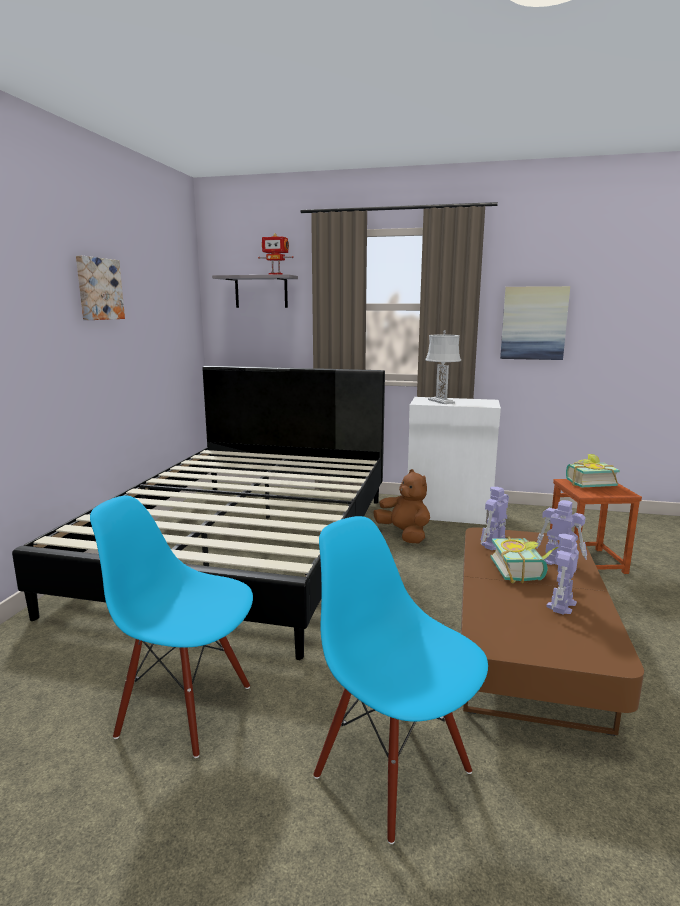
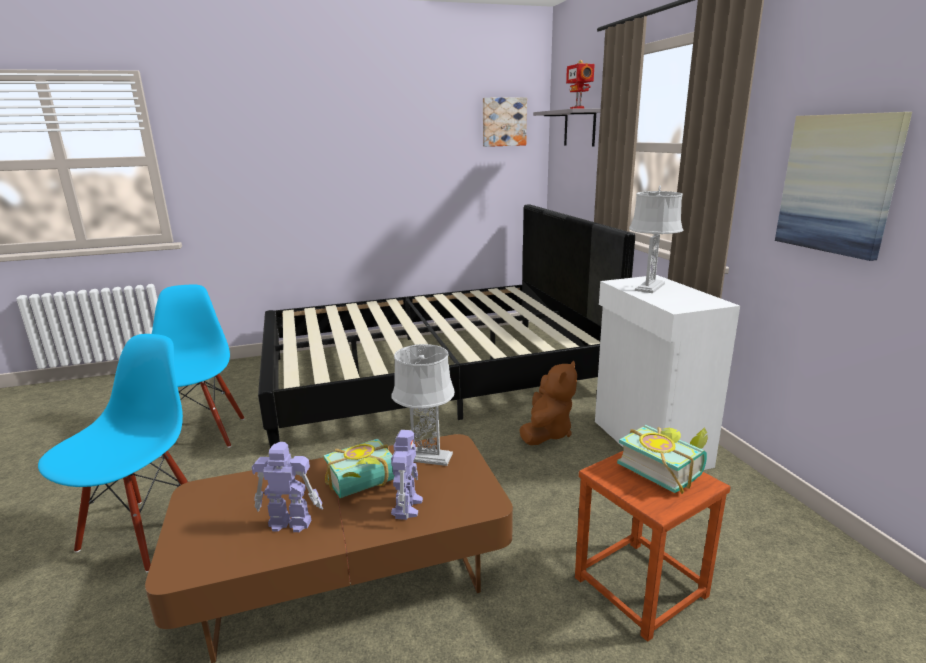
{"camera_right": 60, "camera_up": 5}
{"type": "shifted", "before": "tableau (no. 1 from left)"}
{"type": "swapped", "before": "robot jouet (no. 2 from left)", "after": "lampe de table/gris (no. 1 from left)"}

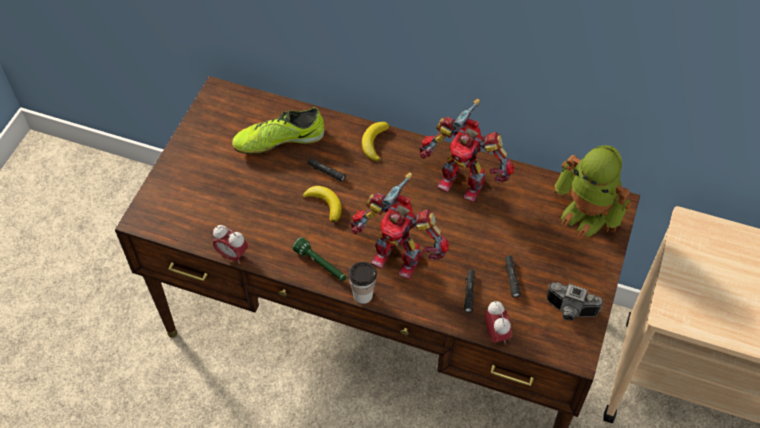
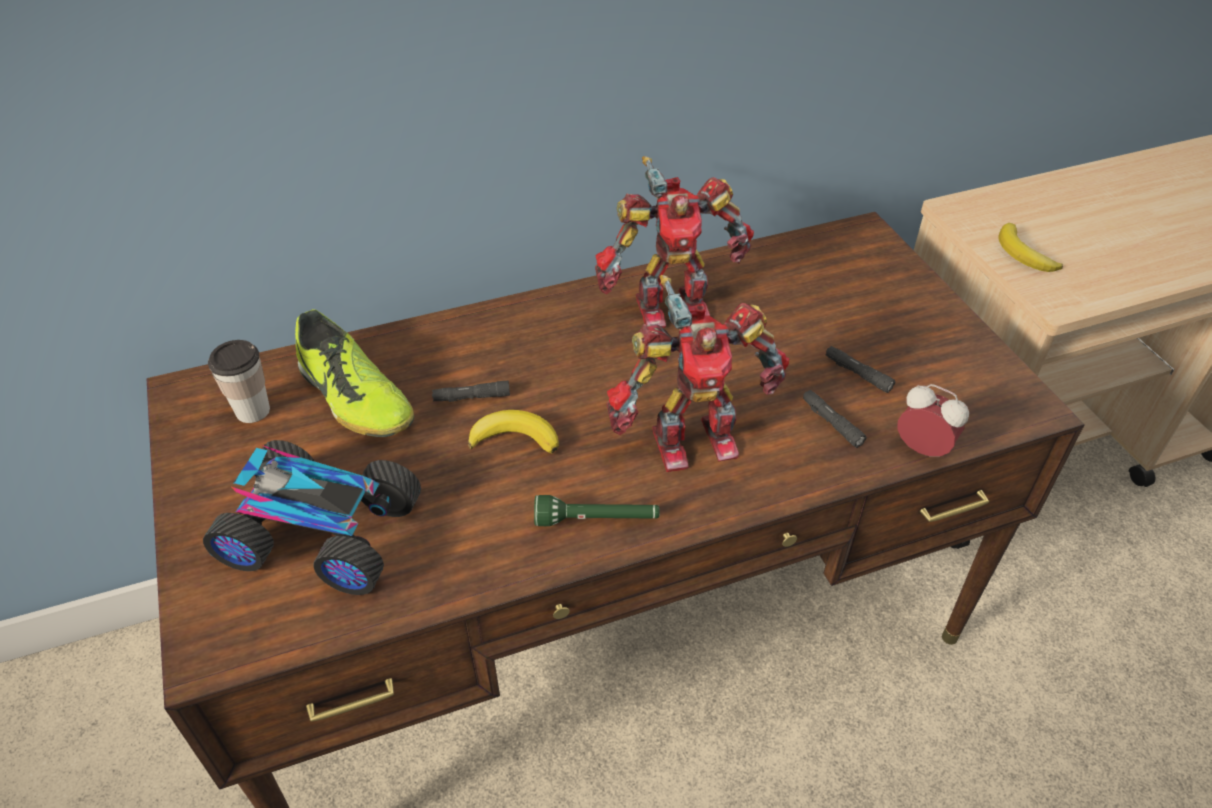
{"camera_right": -40, "camera_up": -10}
{"type": "gone", "before": "réveil (no. 1 from left)"}
{"type": "rotated", "before": "chaussure", "turn": -75}
{"type": "shifted", "before": "tasse"}
{"type": "shifted", "before": "banane (no. 2 from left)"}
{"type": "gone", "before": "appareil photo"}
{"type": "gone", "before": "robot jouet (no. 3 from left)"}
{"type": "new", "after": "petite voiture"}

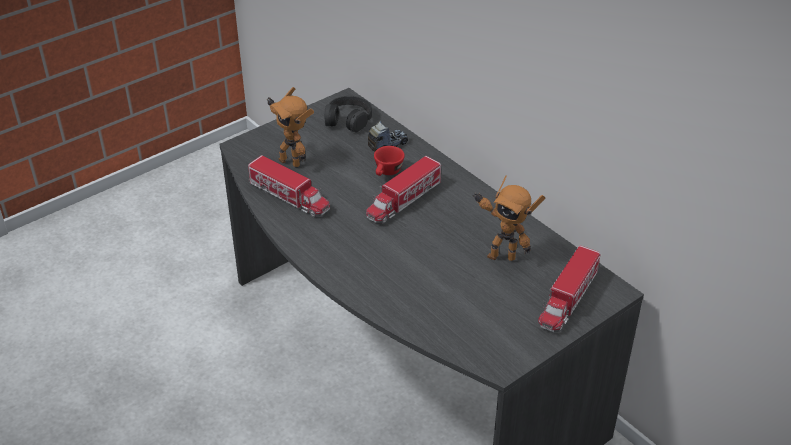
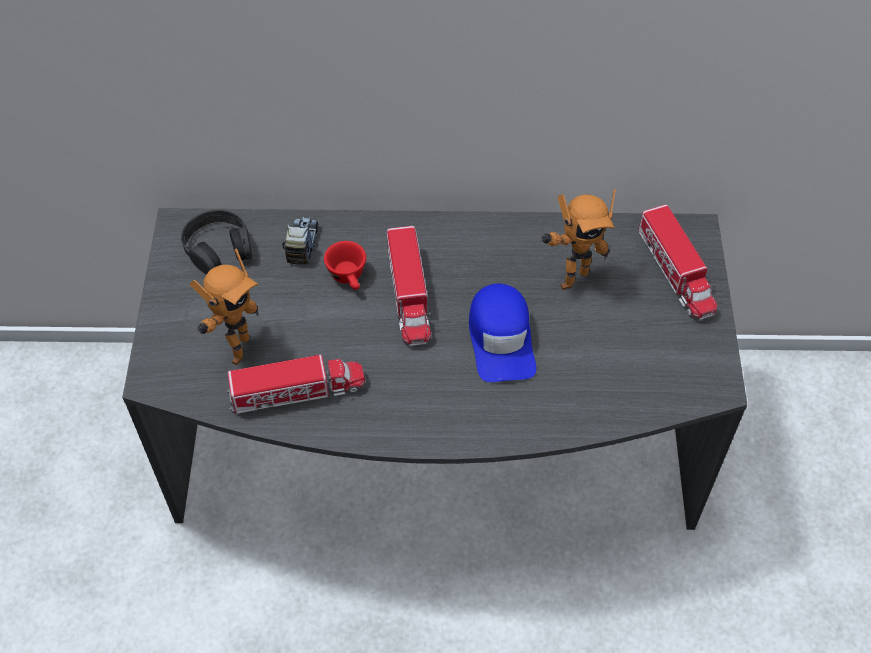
{"camera_right": -50, "camera_up": 15}
{"type": "rotated", "before": "robot jouet (no. 1 from left)", "turn": -60}
{"type": "new", "after": "casquette/bleu"}

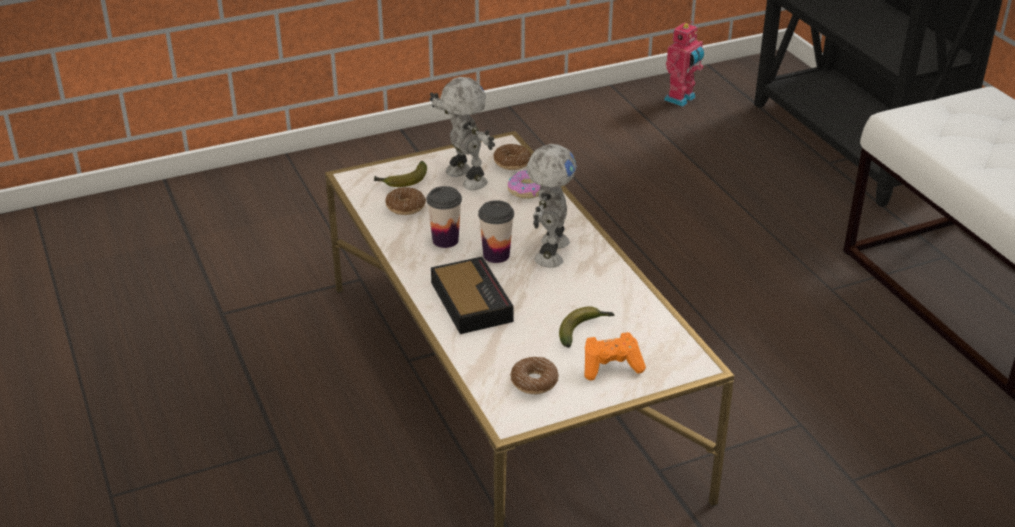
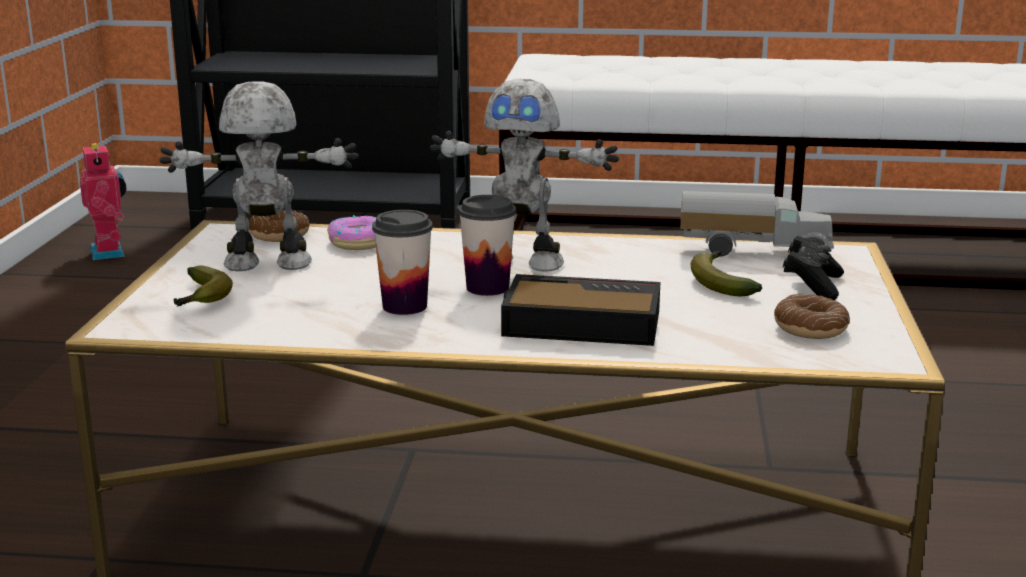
{"camera_right": -60, "camera_up": -15}
{"type": "gone", "before": "beignet (no. 1 from left)"}
{"type": "rotated", "before": "robot jouet (no. 2 from left in the first image)", "turn": 150}
{"type": "repainted", "before": "manette/orange", "after": "manette/noir"}
{"type": "new", "after": "camion jouet"}

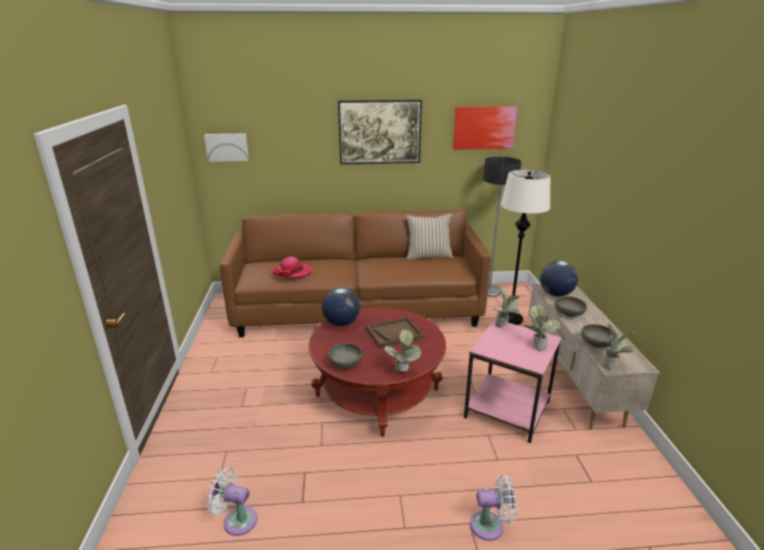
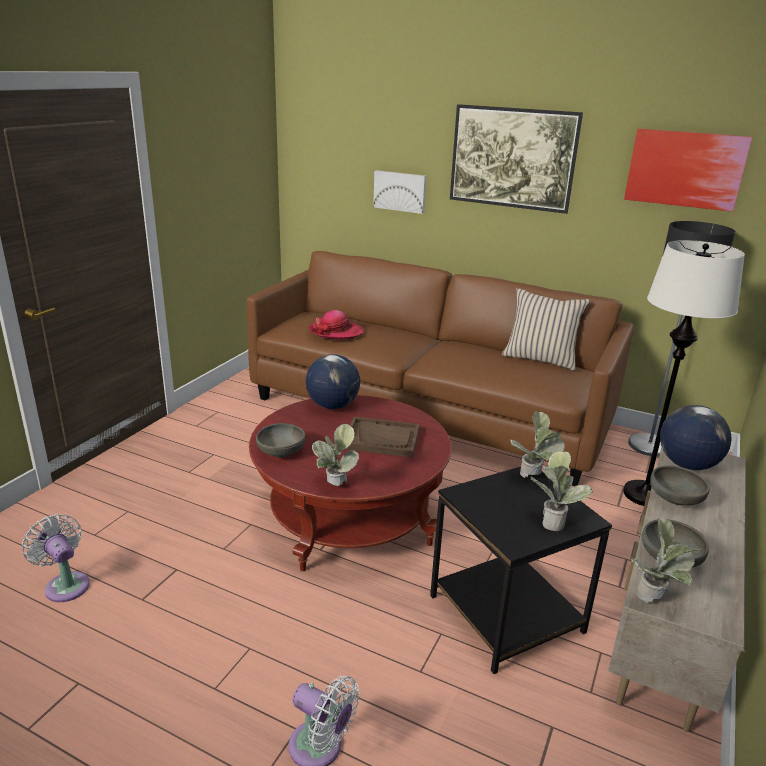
{"camera_right": 30, "camera_up": 0}
{"type": "shifted", "before": "tableau (no. 1 from left)"}
{"type": "repainted", "before": "table d'appoint/rose", "after": "table d'appoint/noir"}

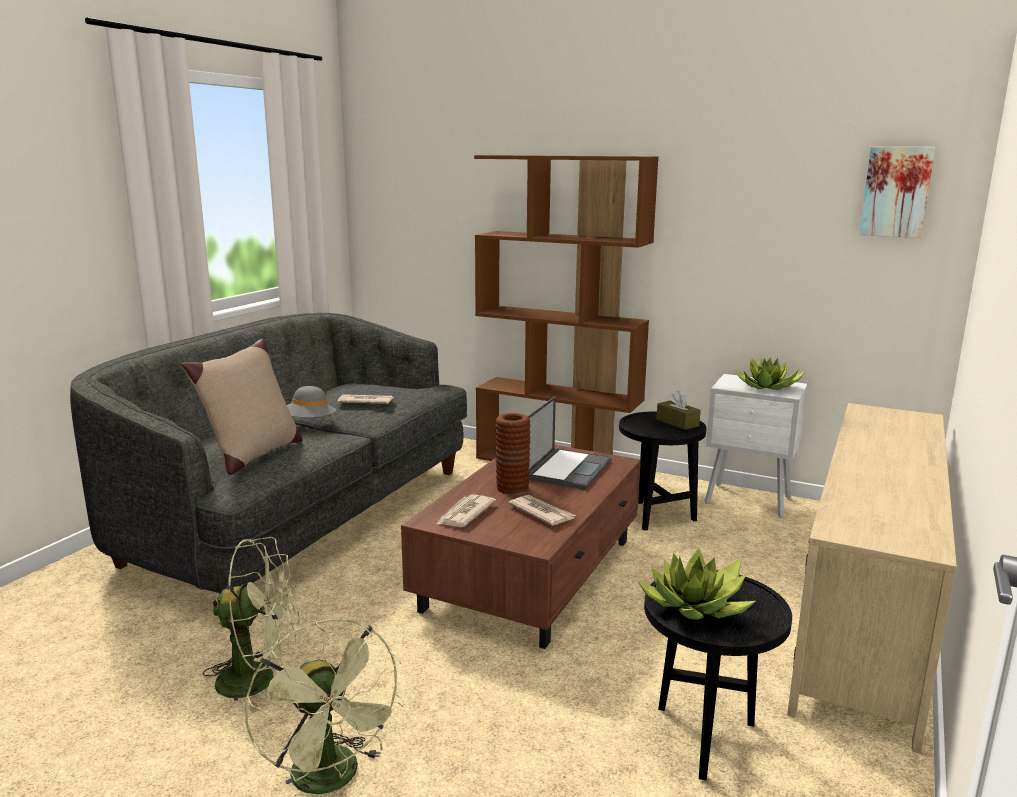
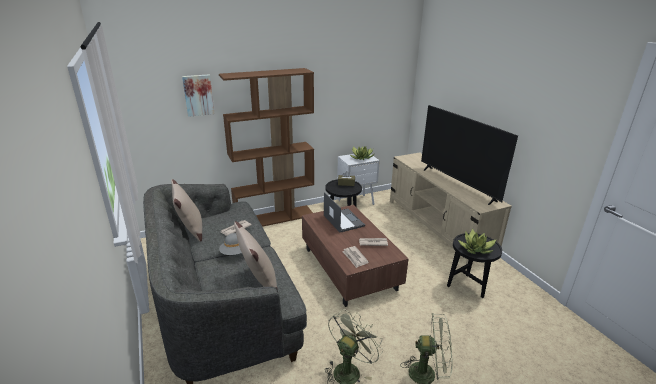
{"camera_right": -50, "camera_up": 10}
{"type": "gone", "before": "vase/marron"}
{"type": "shifted", "before": "tableau"}
{"type": "new", "after": "coussin/beige (no. 1 from left)"}
{"type": "new", "after": "téléviseur"}

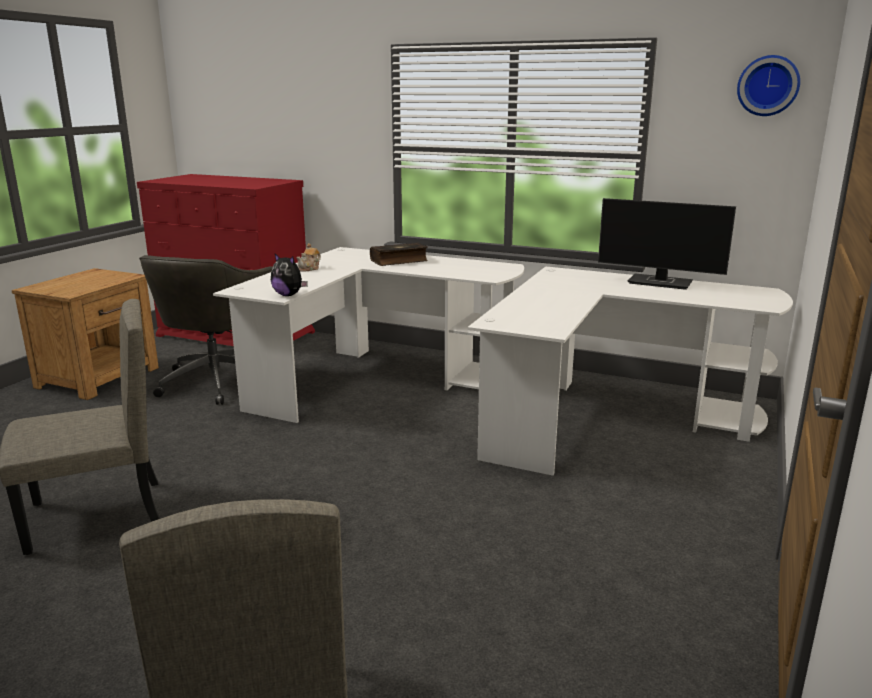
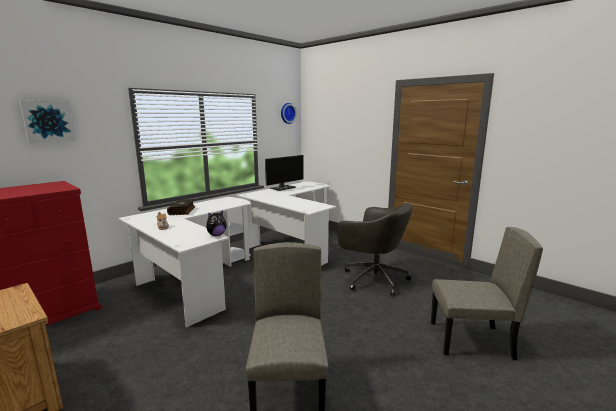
{"camera_right": -70, "camera_up": -5}
{"type": "shifted", "before": "chaise de bureau/gris"}
{"type": "new", "after": "tableau"}

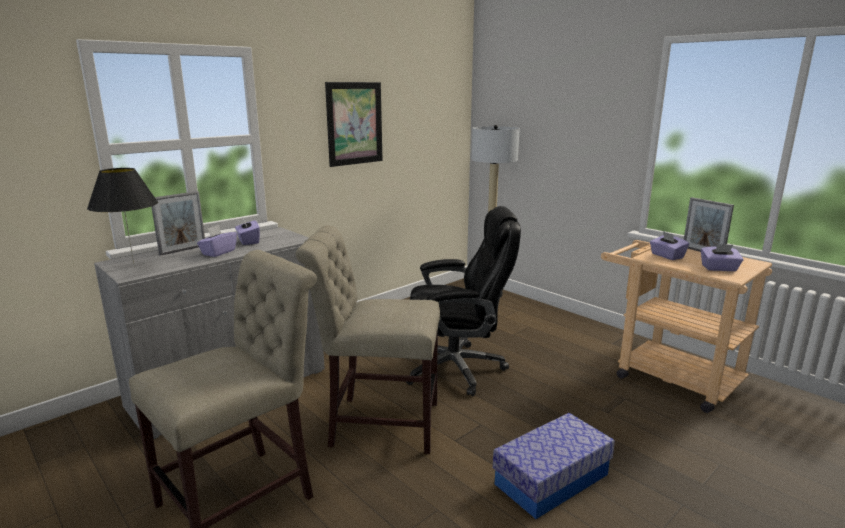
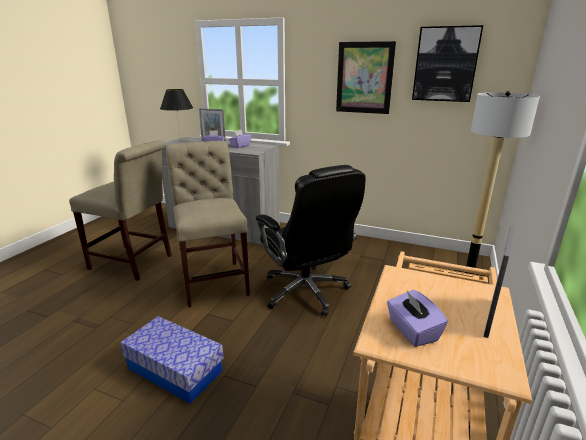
{"camera_right": 65, "camera_up": 5}
{"type": "gone", "before": "boîte à mouchoirs/violet (no. 3 from left)"}
{"type": "new", "after": "tableau (no. 2 from left)"}

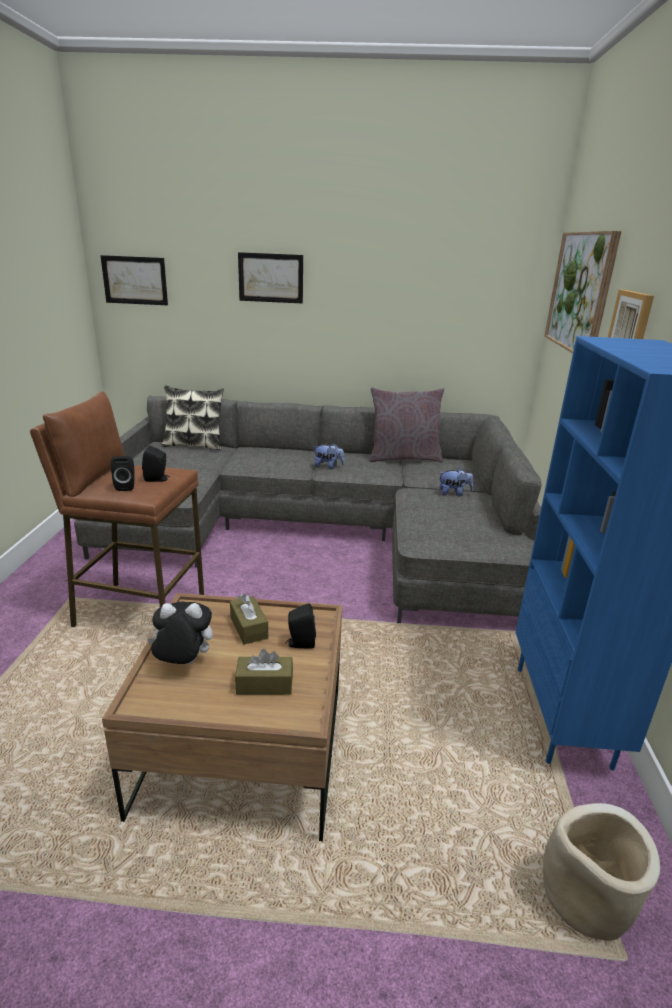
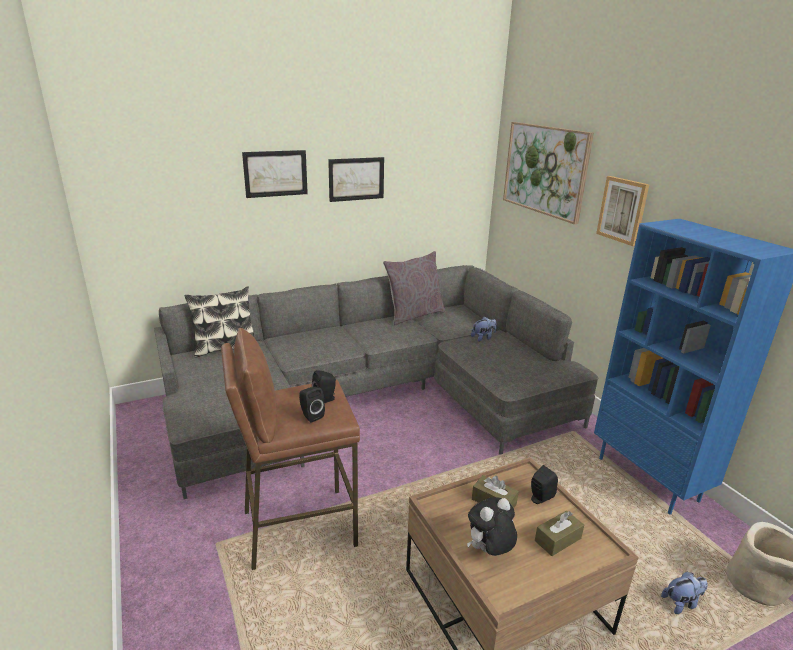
{"camera_right": -30, "camera_up": 0}
{"type": "shifted", "before": "tableau (no. 1 from left in the first image)", "after": "tableau (no. 2 from left)"}
{"type": "shifted", "before": "peluche (no. 2 from left in the first image)", "after": "peluche (no. 3 from left)"}

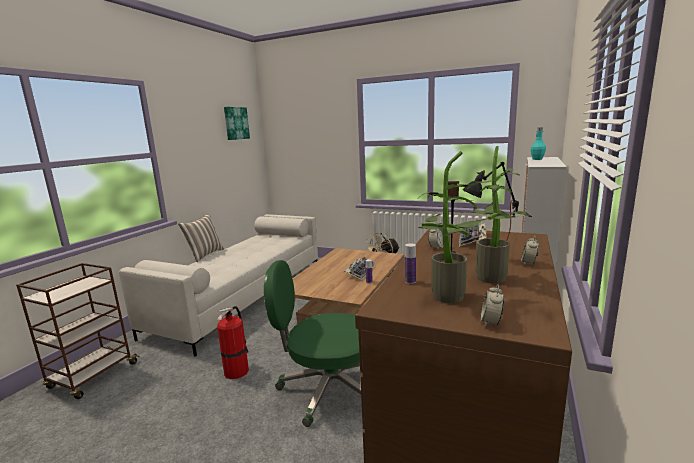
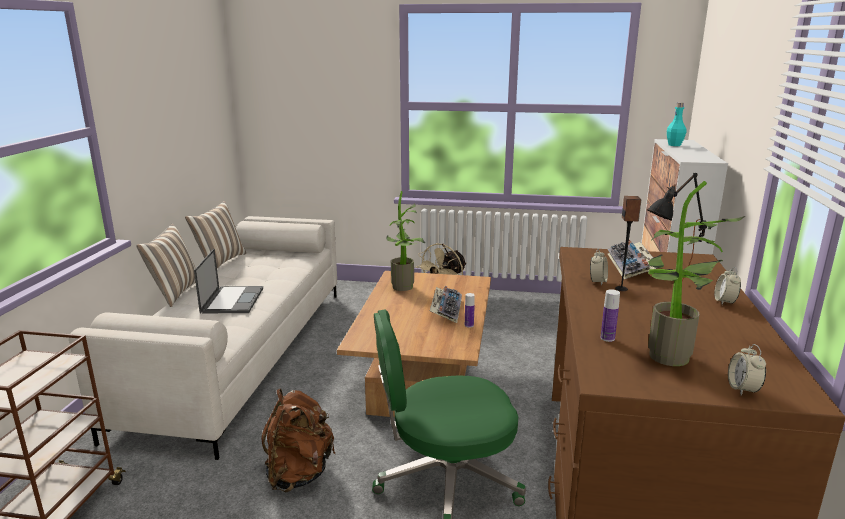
{"camera_right": -15, "camera_up": 5}
{"type": "swapped", "before": "extincteur", "after": "sac à dos/marron"}
{"type": "gone", "before": "tableau"}
{"type": "shifted", "before": "plante en pot (no. 2 from left in the first image)", "after": "plante en pot (no. 1 from left)"}
{"type": "new", "after": "coussin (no. 2 from left)"}
{"type": "new", "after": "ordinateur portable"}

